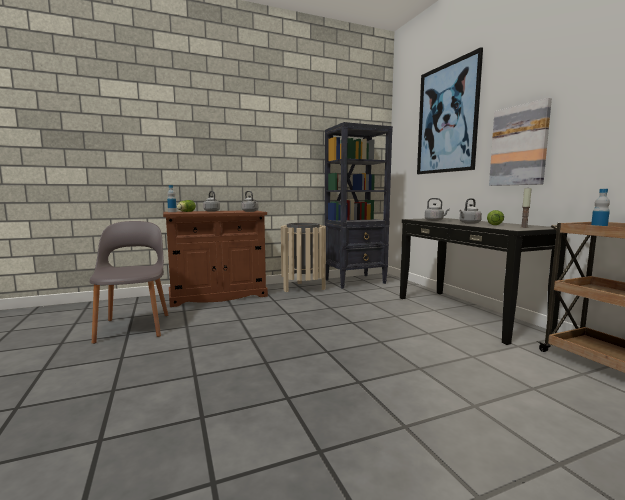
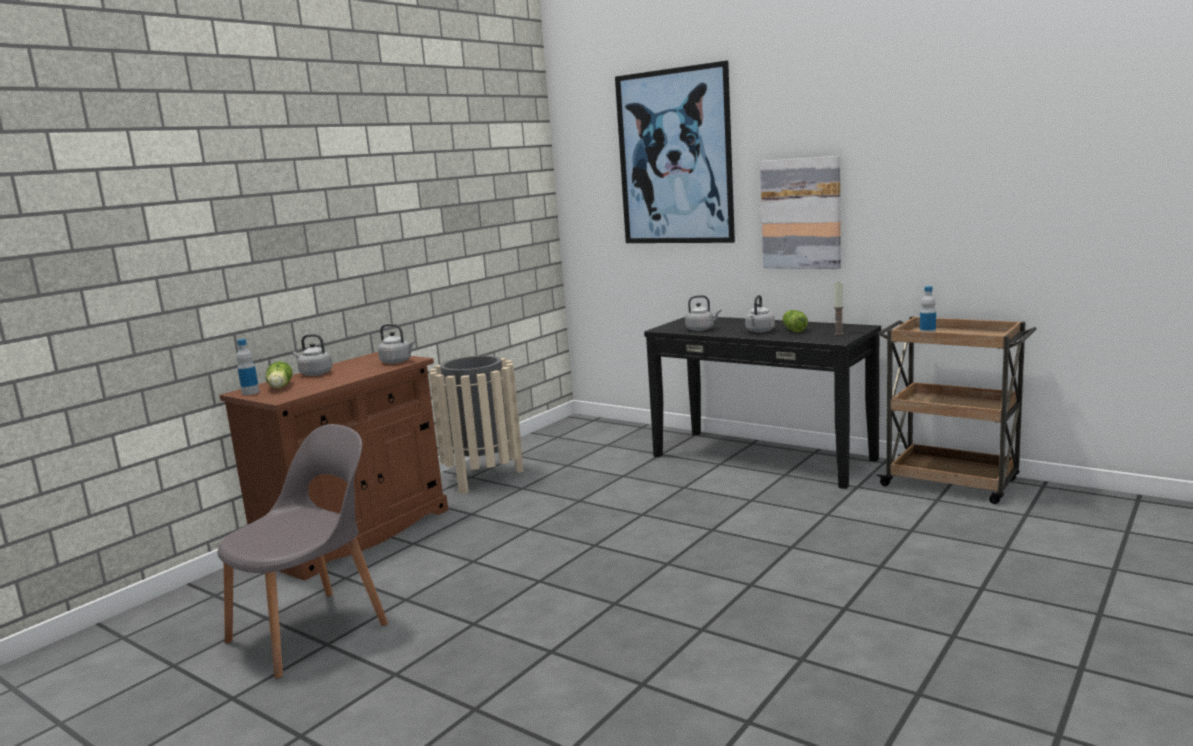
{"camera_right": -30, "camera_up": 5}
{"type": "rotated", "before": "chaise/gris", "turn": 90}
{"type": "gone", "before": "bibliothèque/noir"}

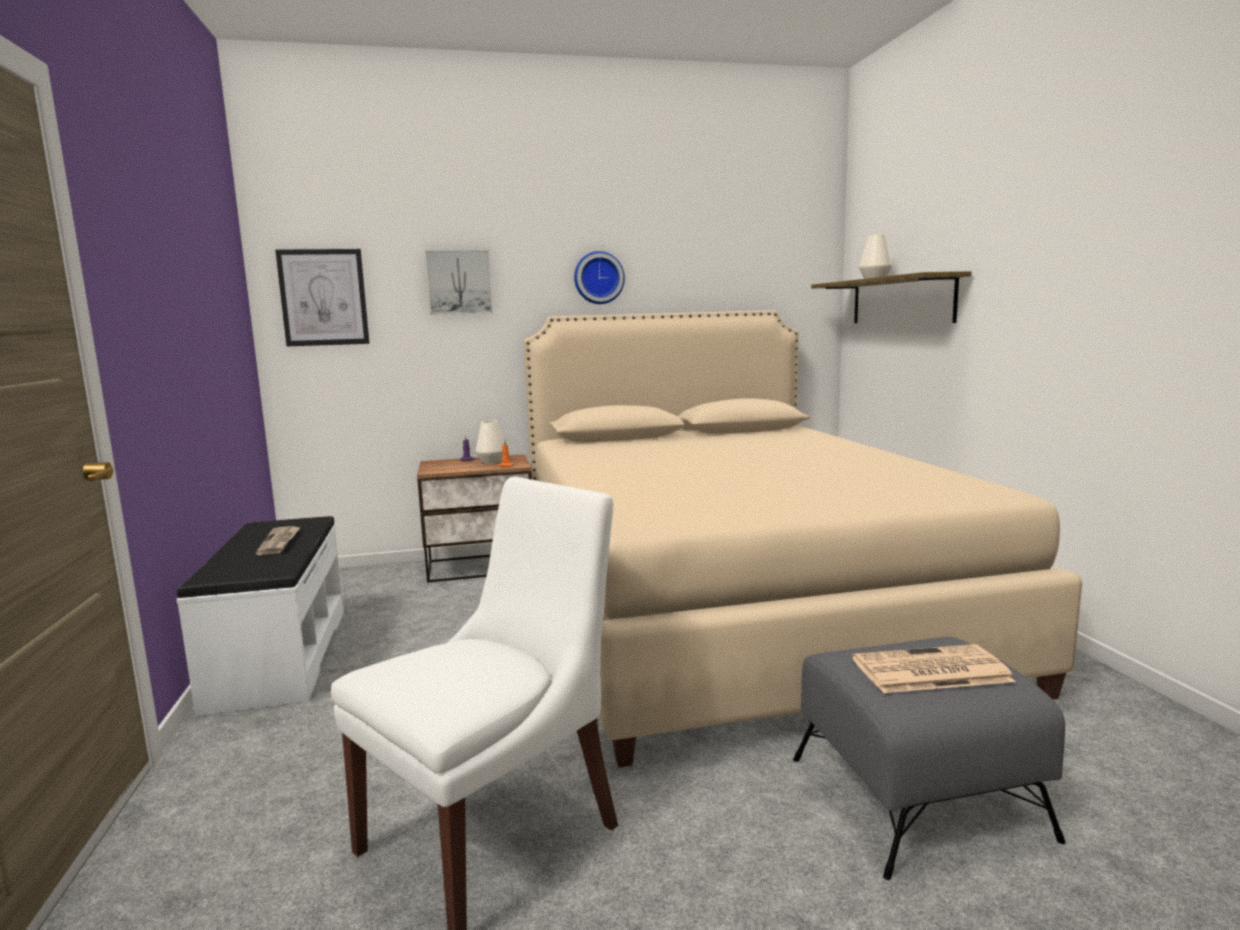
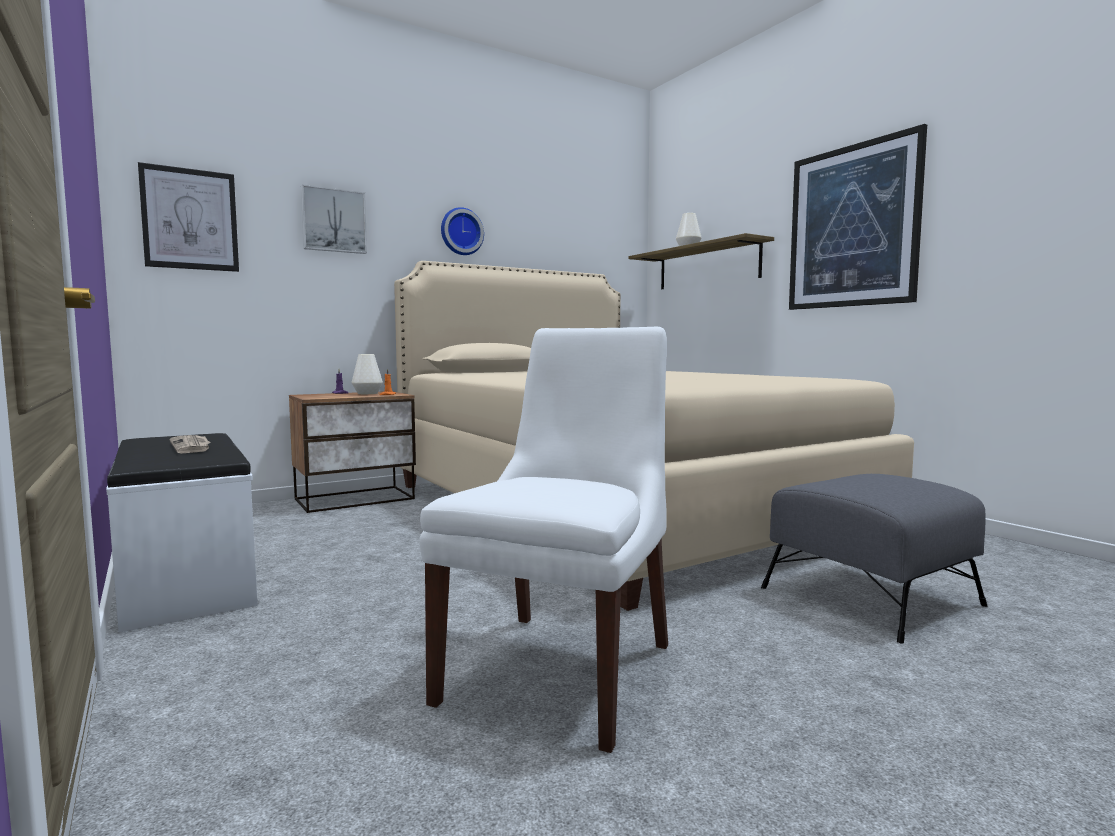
{"camera_right": -20, "camera_up": -5}
{"type": "gone", "before": "journal (no. 2 from left)"}
{"type": "new", "after": "tableau (no. 3 from left)"}

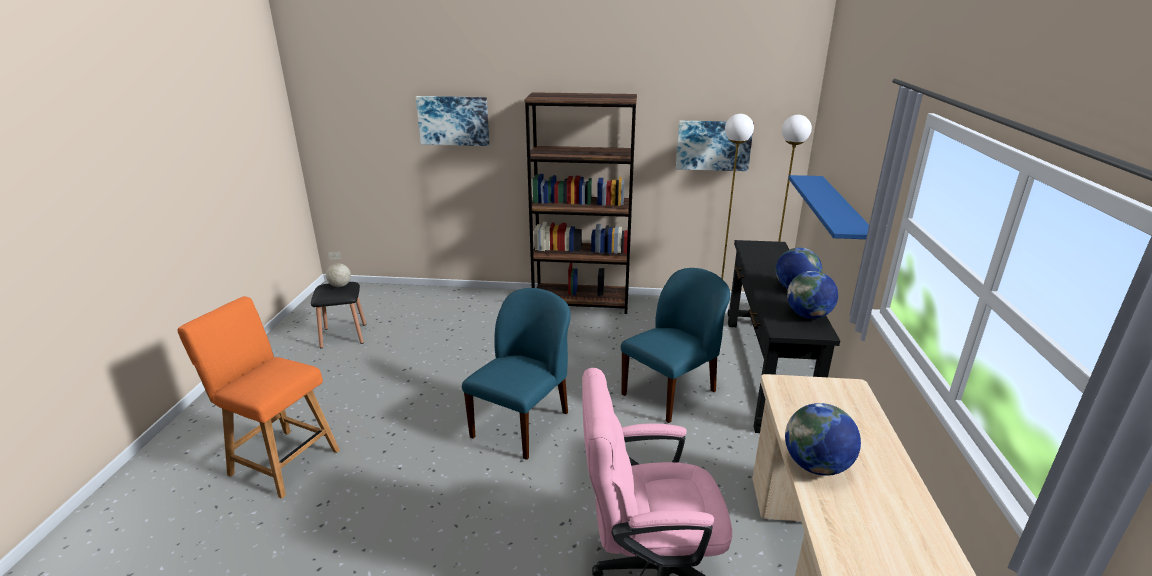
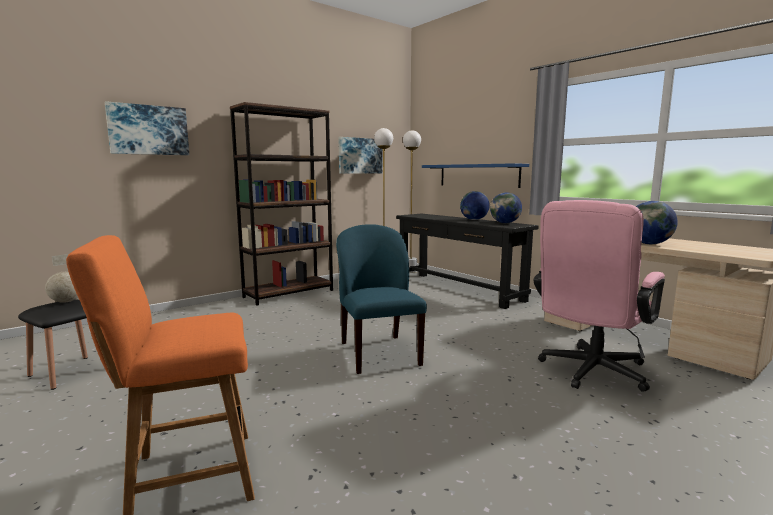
{"camera_right": -45, "camera_up": -15}
{"type": "gone", "before": "chaise/bleu (no. 2 from left)"}

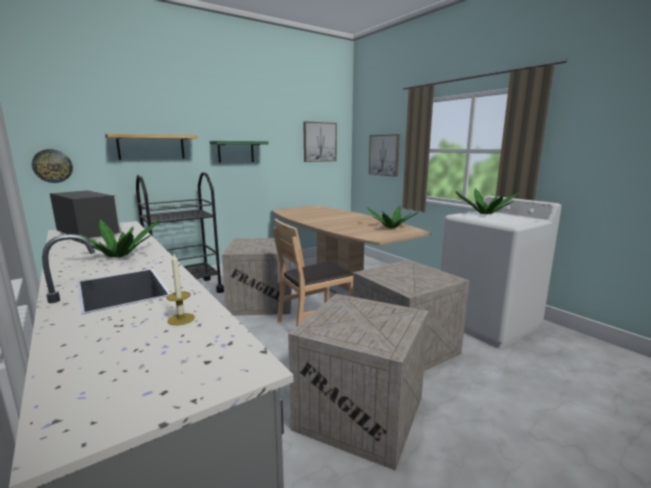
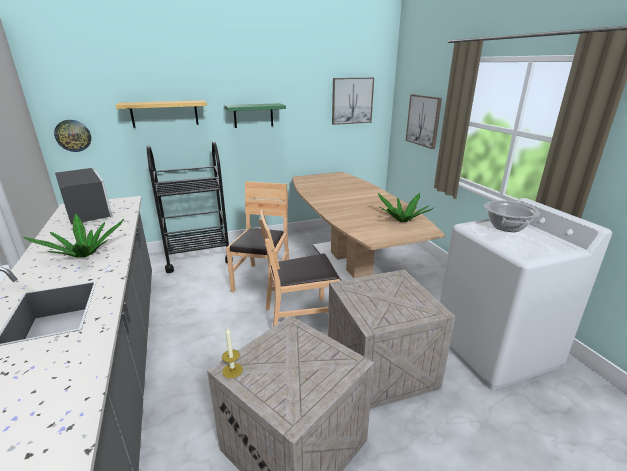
{"camera_right": 15, "camera_up": 10}
{"type": "shifted", "before": "bougie"}
{"type": "swapped", "before": "caisse (no. 1 from left)", "after": "chaise/marron (no. 1 from left)"}
{"type": "swapped", "before": "plante en pot (no. 3 from left)", "after": "marmite"}

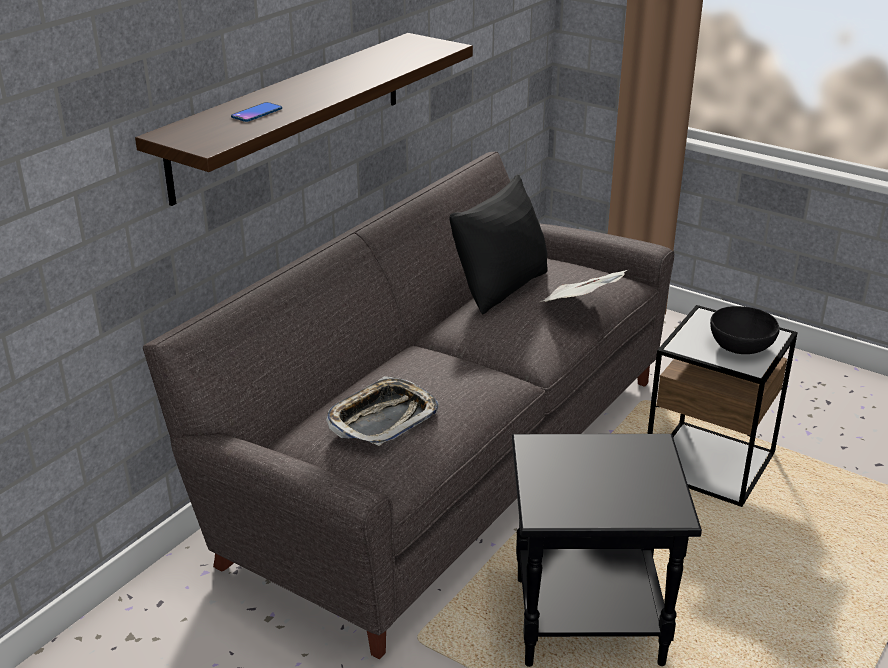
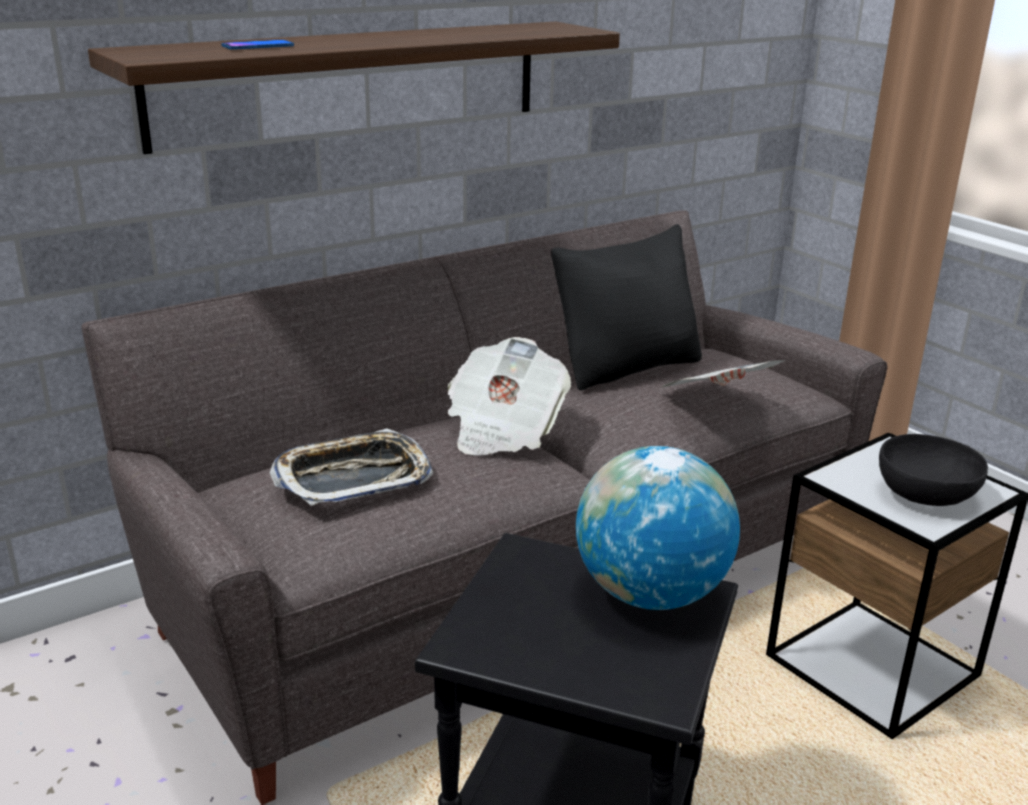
{"camera_right": 20, "camera_up": -5}
{"type": "new", "after": "journal (no. 1 from left)"}
{"type": "new", "after": "globe"}

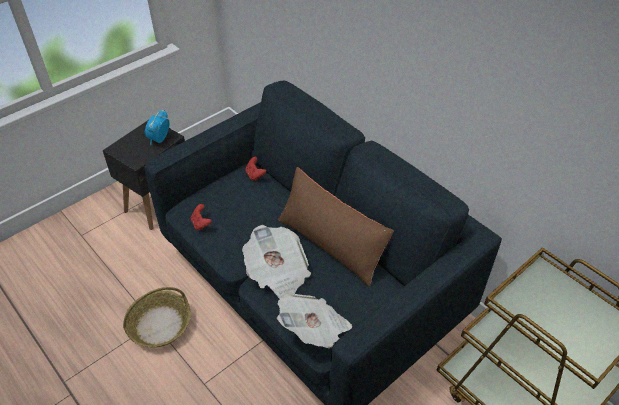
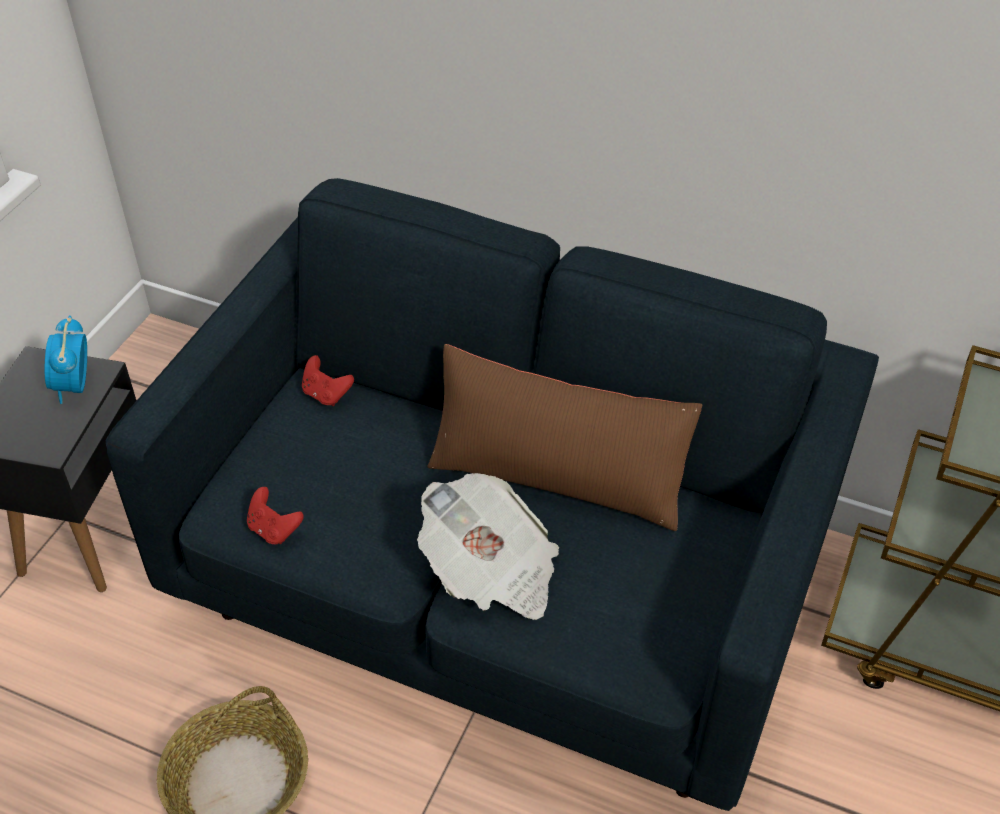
{"camera_right": -25, "camera_up": 0}
{"type": "gone", "before": "journal (no. 2 from left)"}

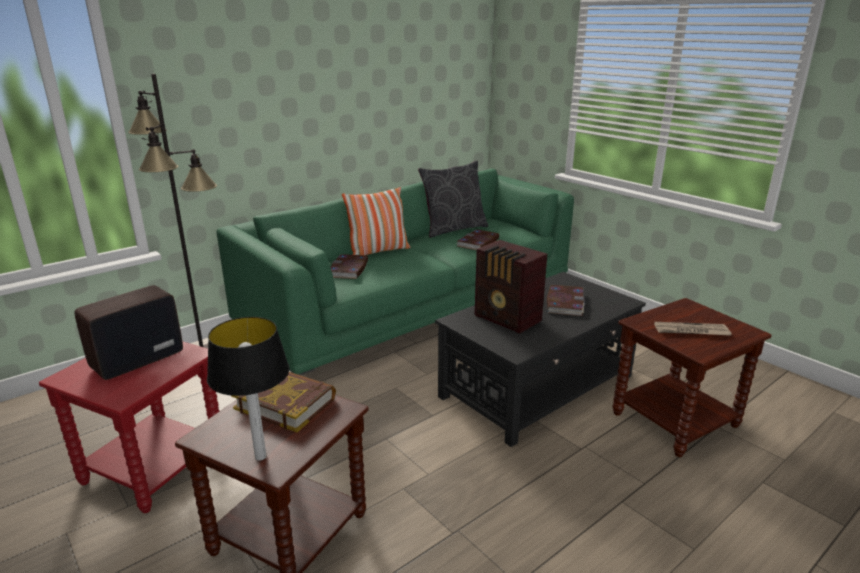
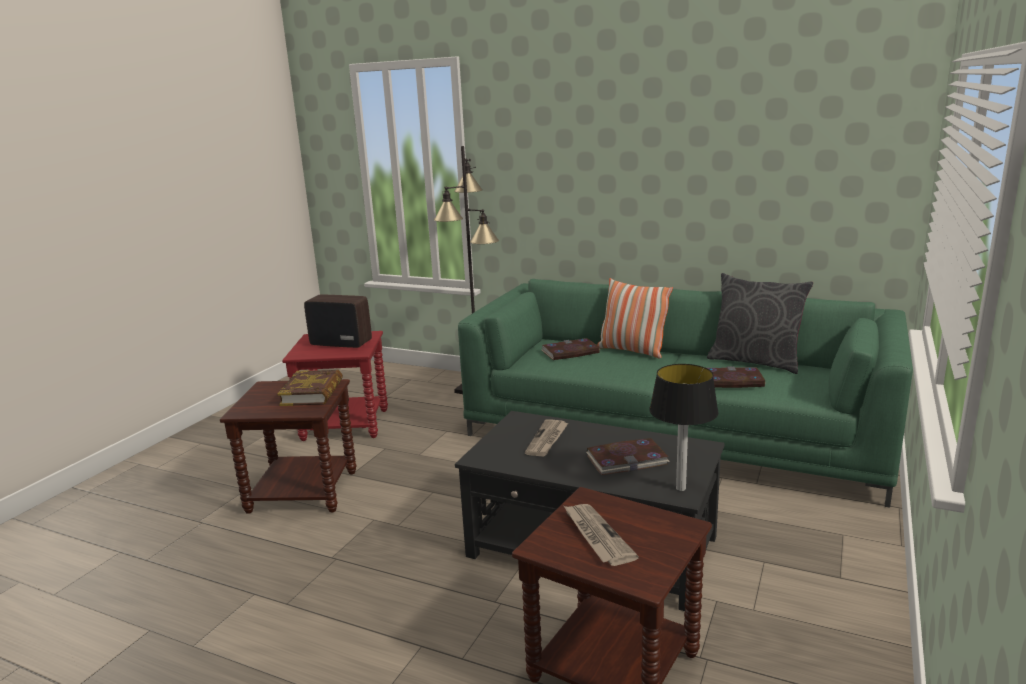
{"camera_right": 65, "camera_up": -5}
{"type": "shifted", "before": "lampe de table"}
{"type": "swapped", "before": "radio (no. 2 from left)", "after": "journal (no. 1 from left)"}

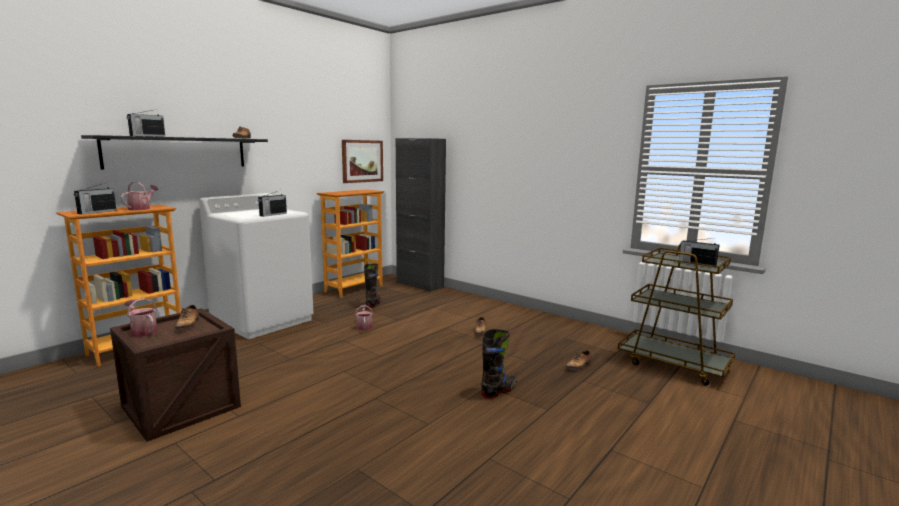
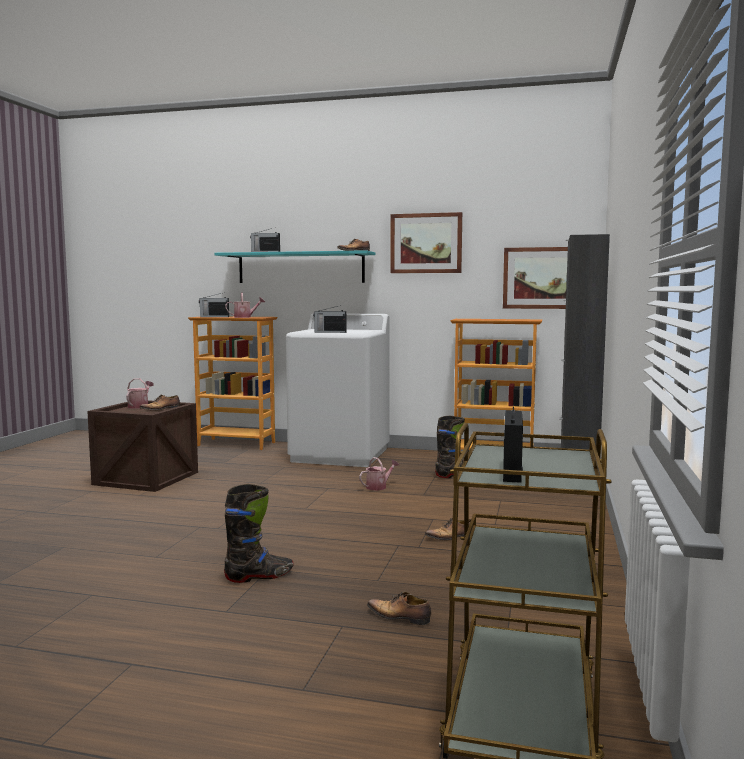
{"camera_right": 65, "camera_up": -5}
{"type": "repainted", "before": "étagère/noir", "after": "étagère/turquoise"}
{"type": "rotated", "before": "botte/noir (no. 2 from left in the first image)", "turn": -45}
{"type": "new", "after": "tableau (no. 1 from left)"}

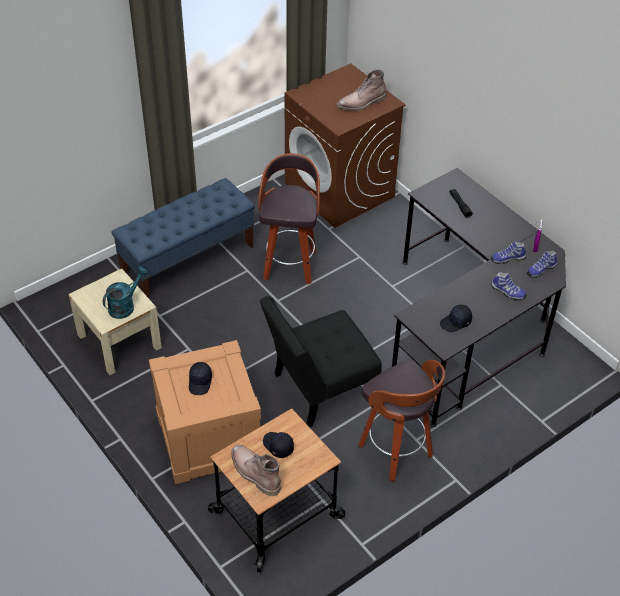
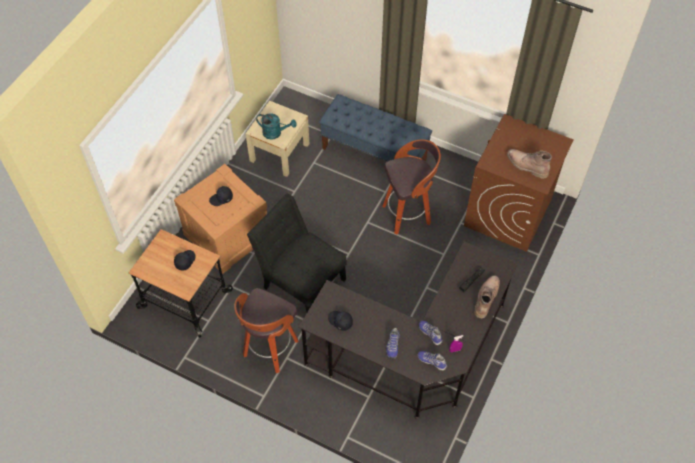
{"camera_right": 65, "camera_up": 10}
{"type": "shifted", "before": "botte/marron (no. 1 from left)"}

